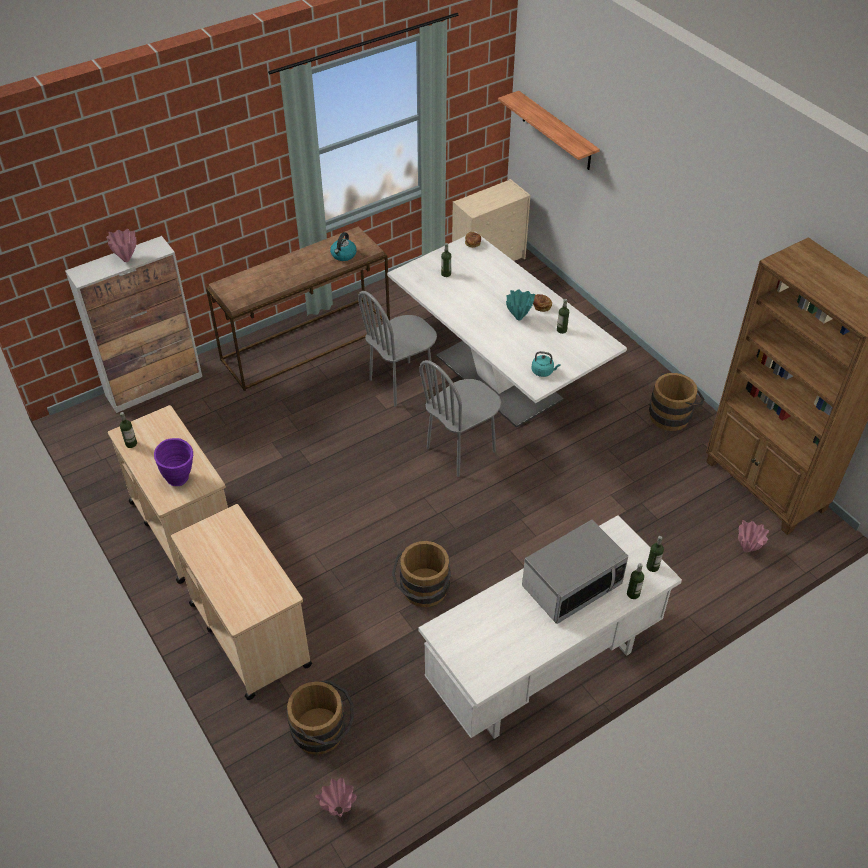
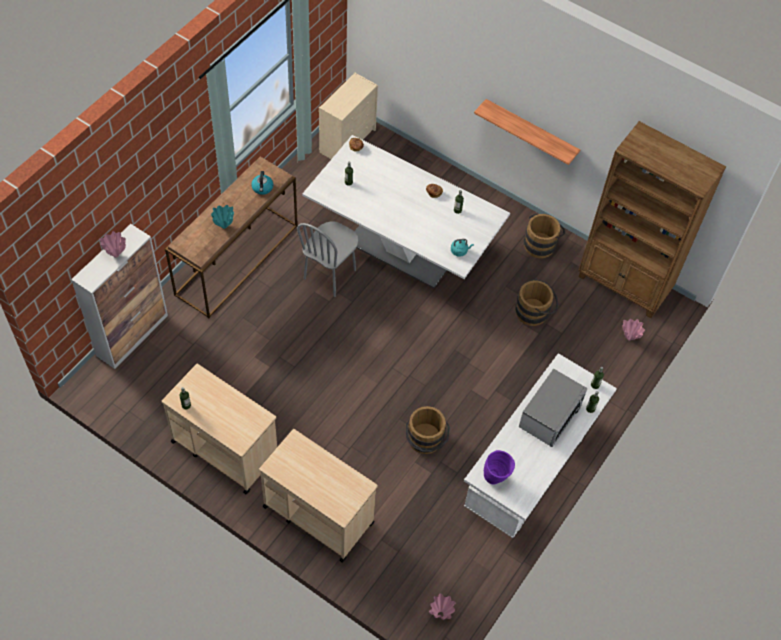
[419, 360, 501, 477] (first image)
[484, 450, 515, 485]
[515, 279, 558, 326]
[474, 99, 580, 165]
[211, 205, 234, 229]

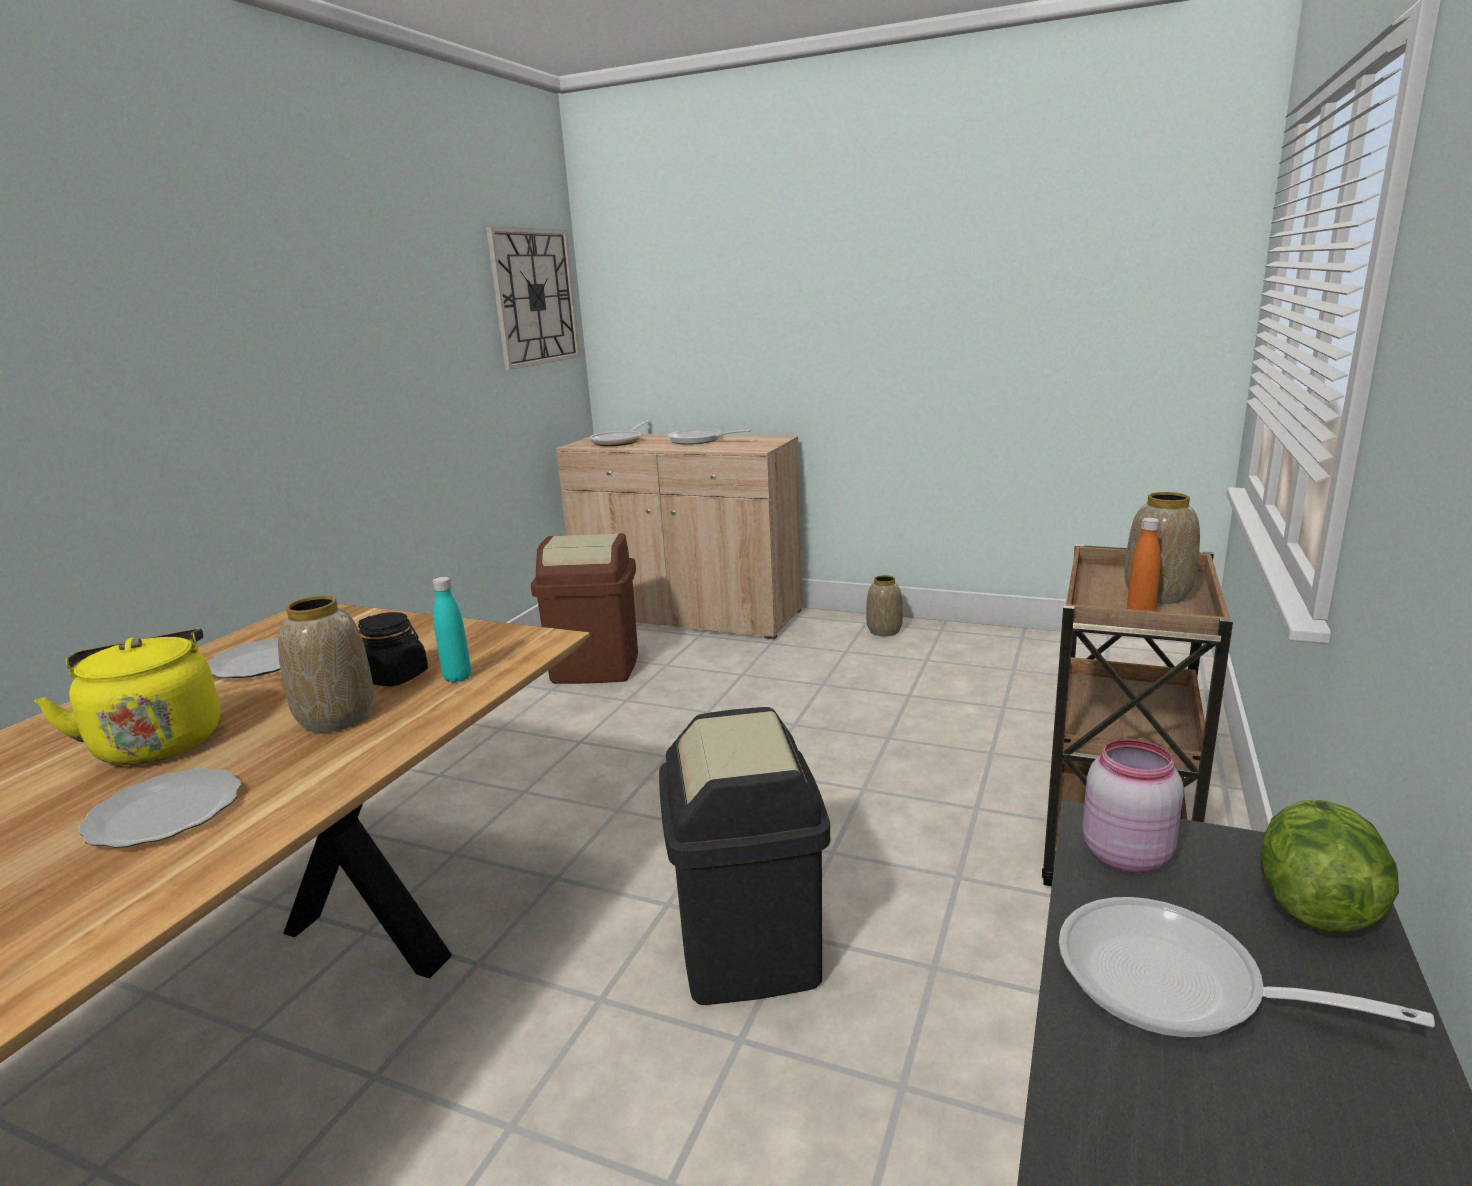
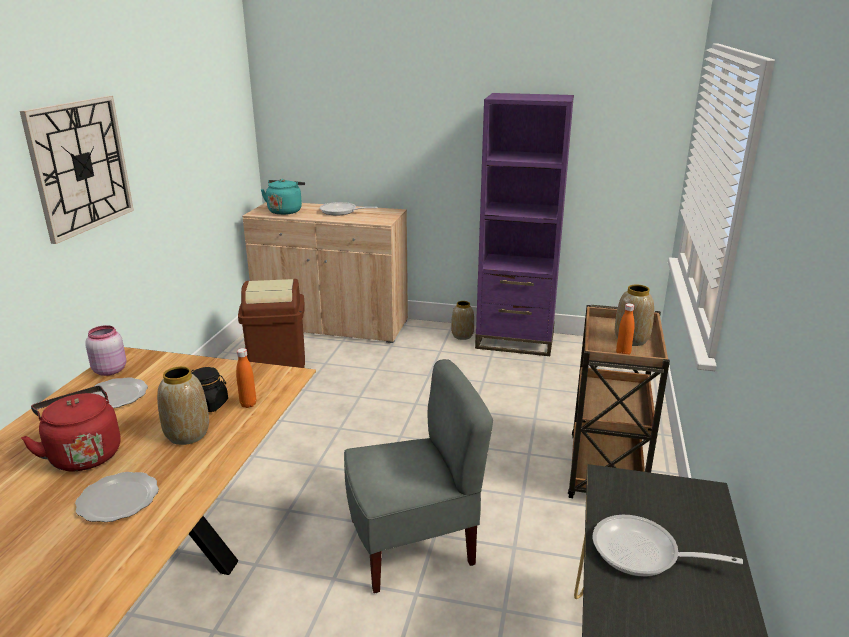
[1260, 800, 1399, 933] (first image)
[475, 93, 574, 356]
[20, 96, 134, 244]
[85, 325, 126, 376]
[261, 179, 305, 215]
[344, 359, 493, 593]
[21, 386, 120, 471]
[236, 348, 256, 408]

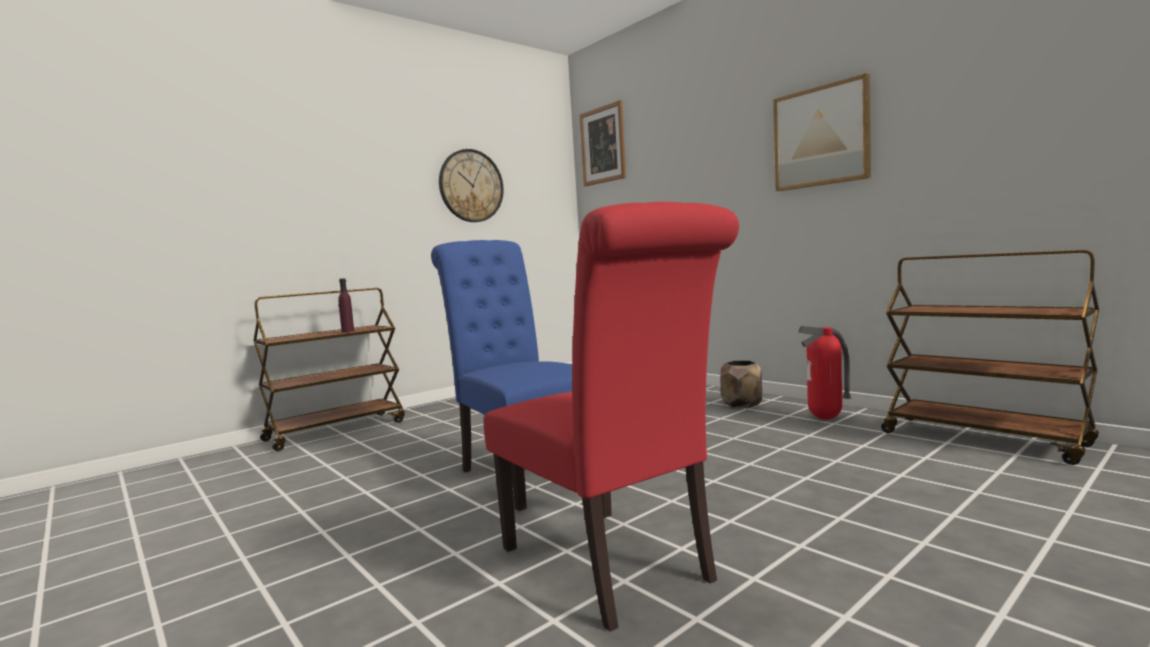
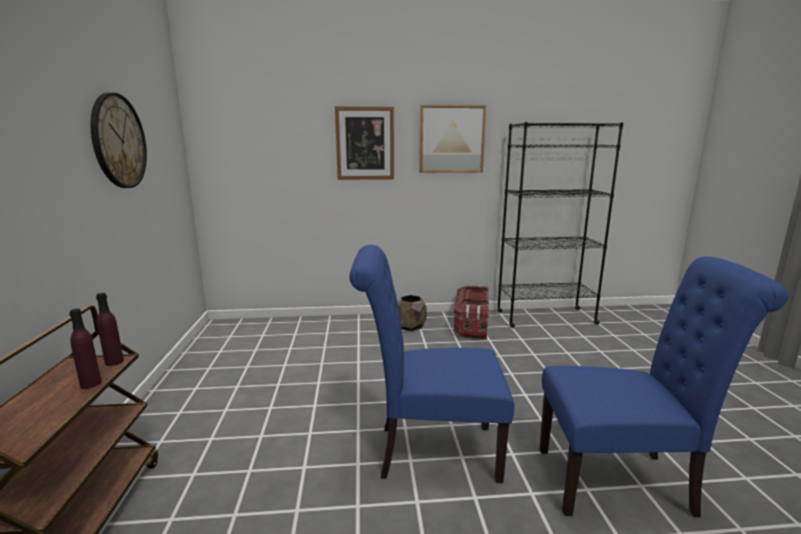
[96, 293, 124, 366]
[335, 106, 394, 180]
[453, 285, 489, 339]
[497, 122, 623, 328]
[540, 257, 788, 518]

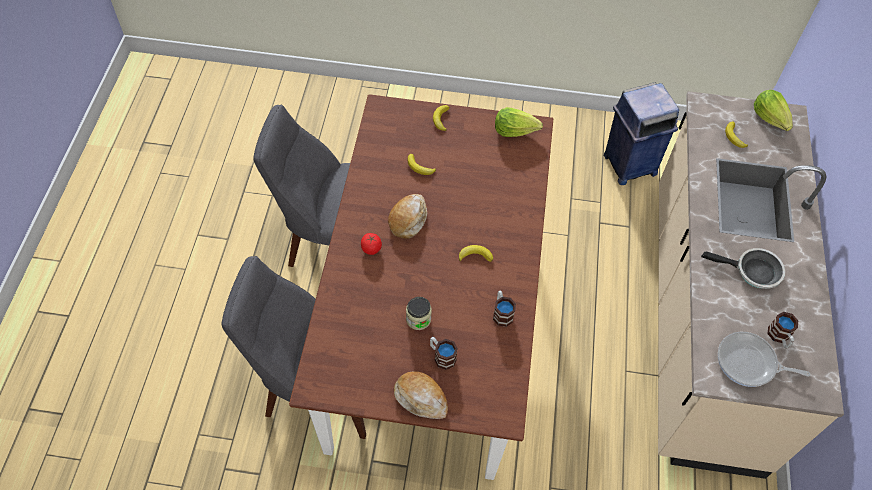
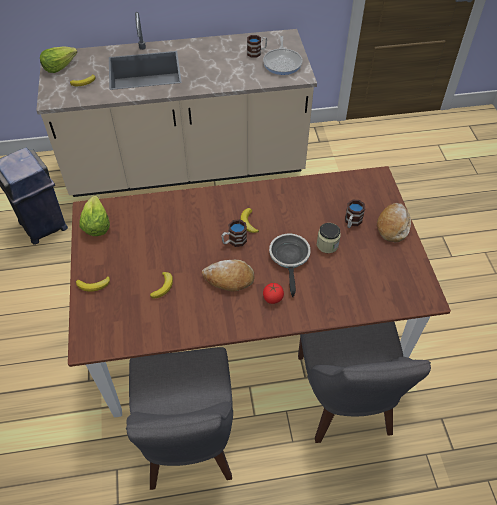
[221, 219, 247, 247]
[269, 234, 311, 297]

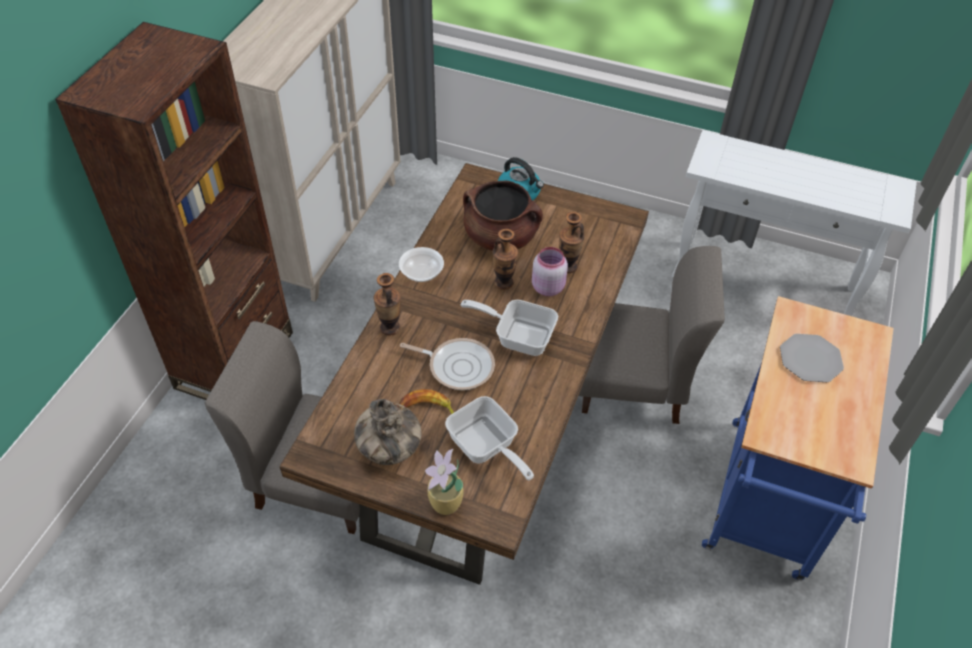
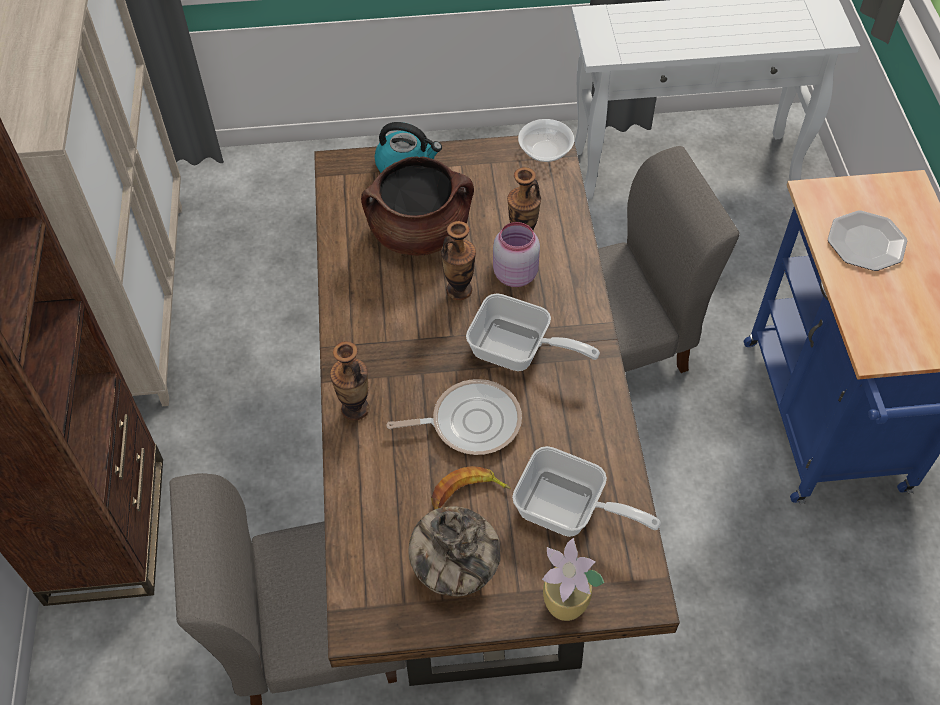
[518, 119, 574, 162]
[466, 293, 600, 371]

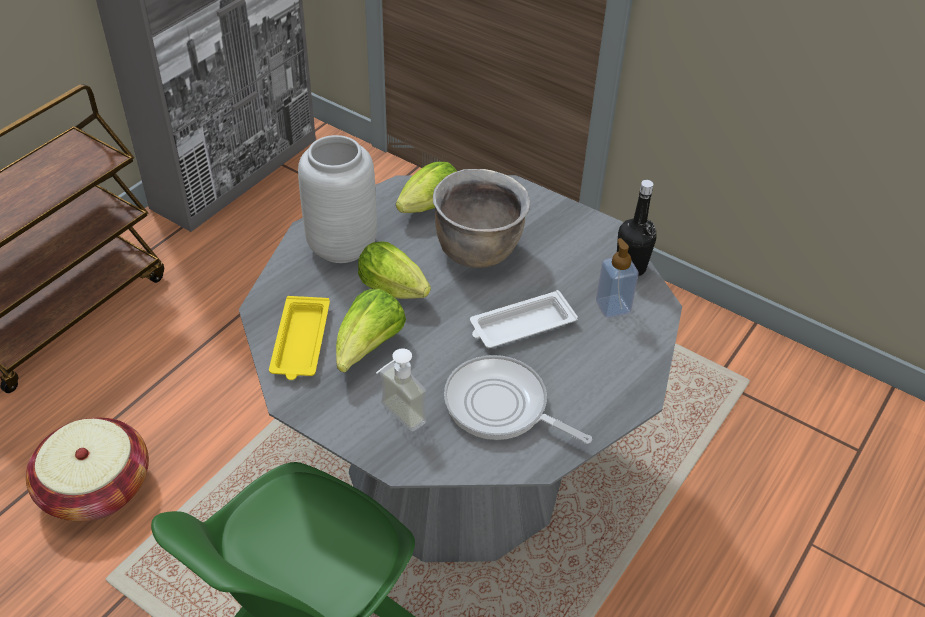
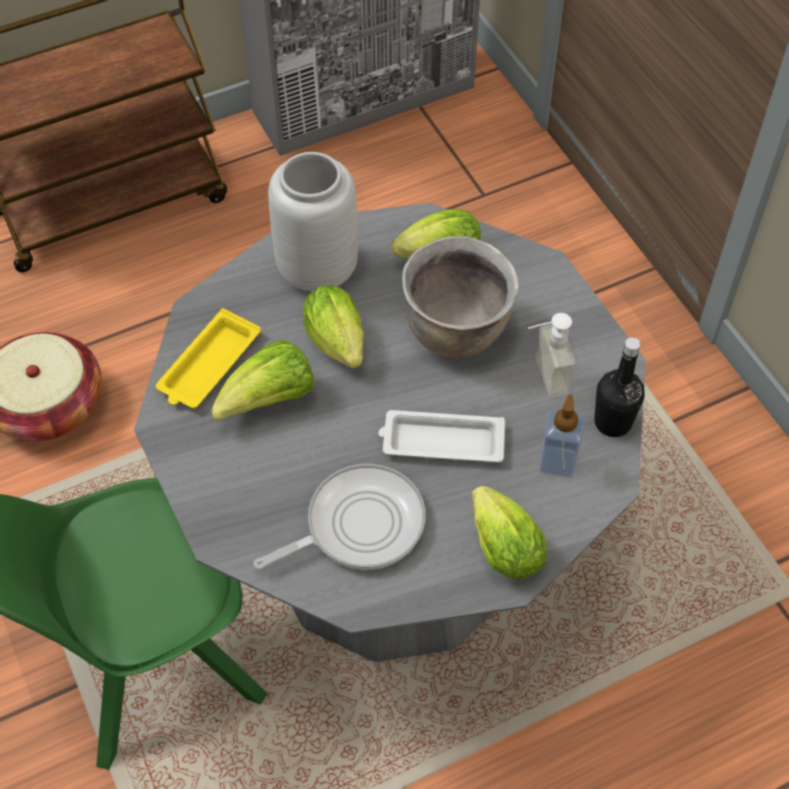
[472, 486, 547, 579]
[528, 313, 576, 398]
[253, 464, 426, 570]

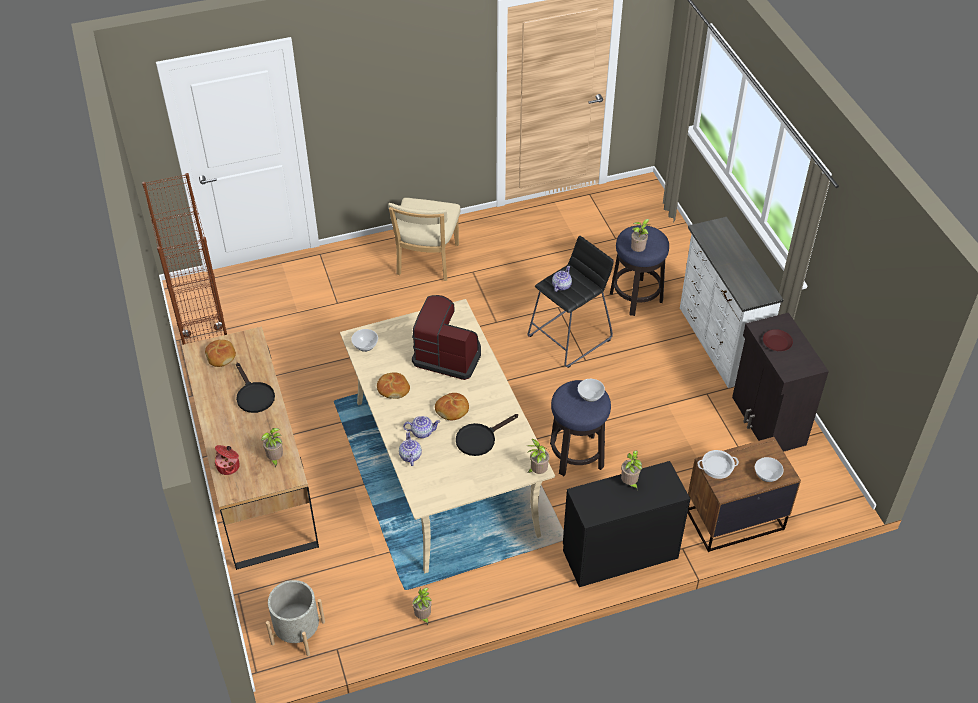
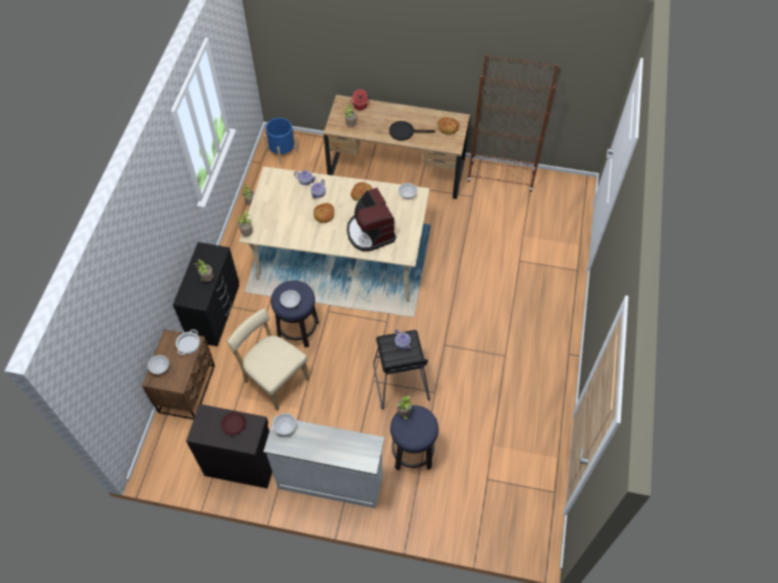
[456, 414, 518, 456] (first image)
[273, 413, 296, 435]
[226, 308, 309, 411]
[264, 118, 299, 164]
[347, 188, 396, 251]

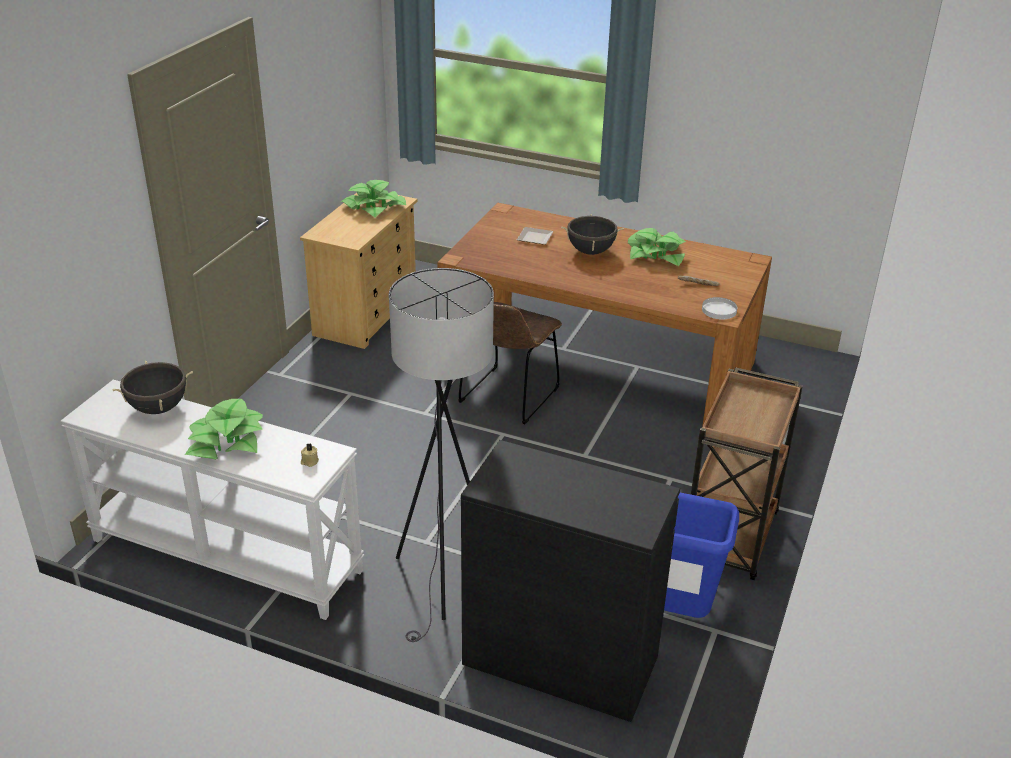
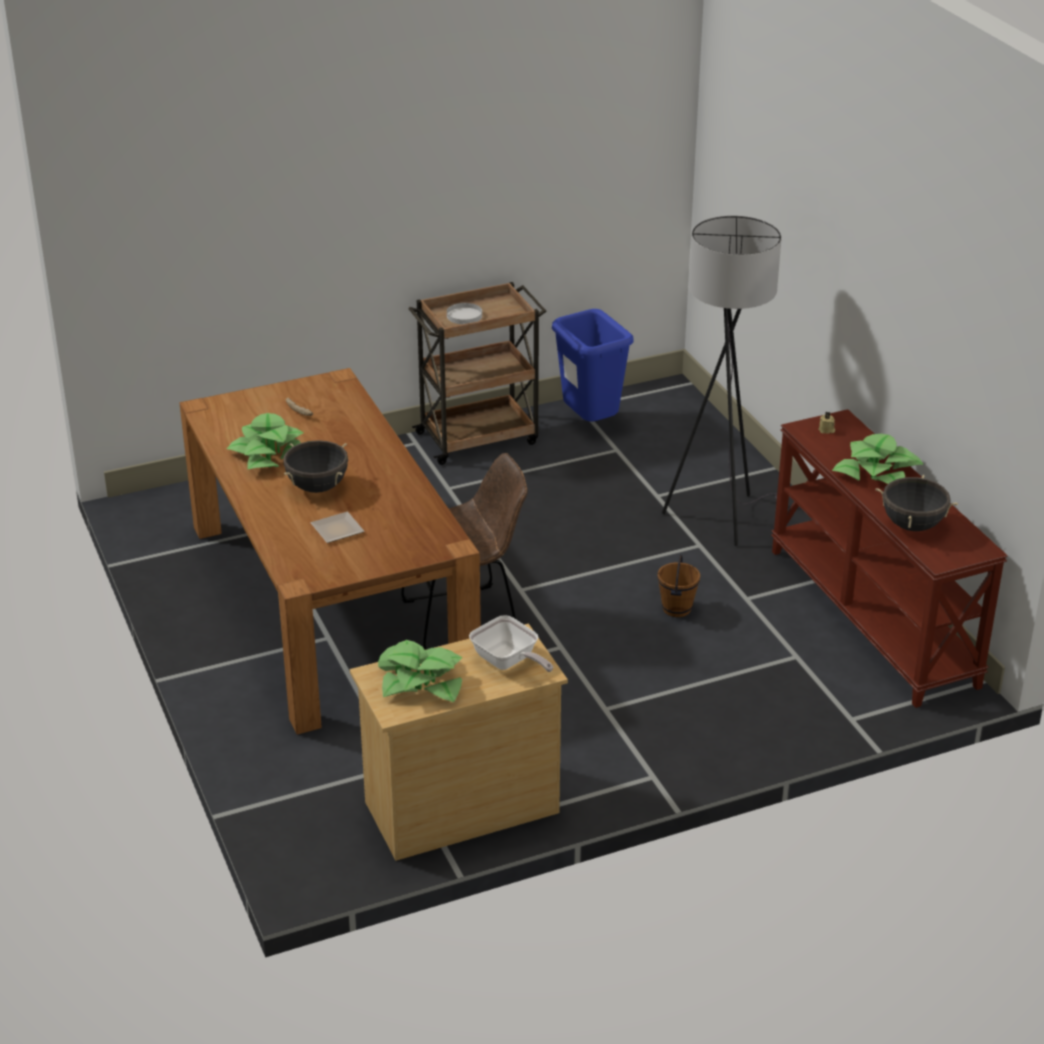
[461, 440, 680, 722] (first image)
[469, 615, 553, 672]
[657, 555, 700, 617]
[447, 303, 482, 324]
[771, 409, 1008, 708]

